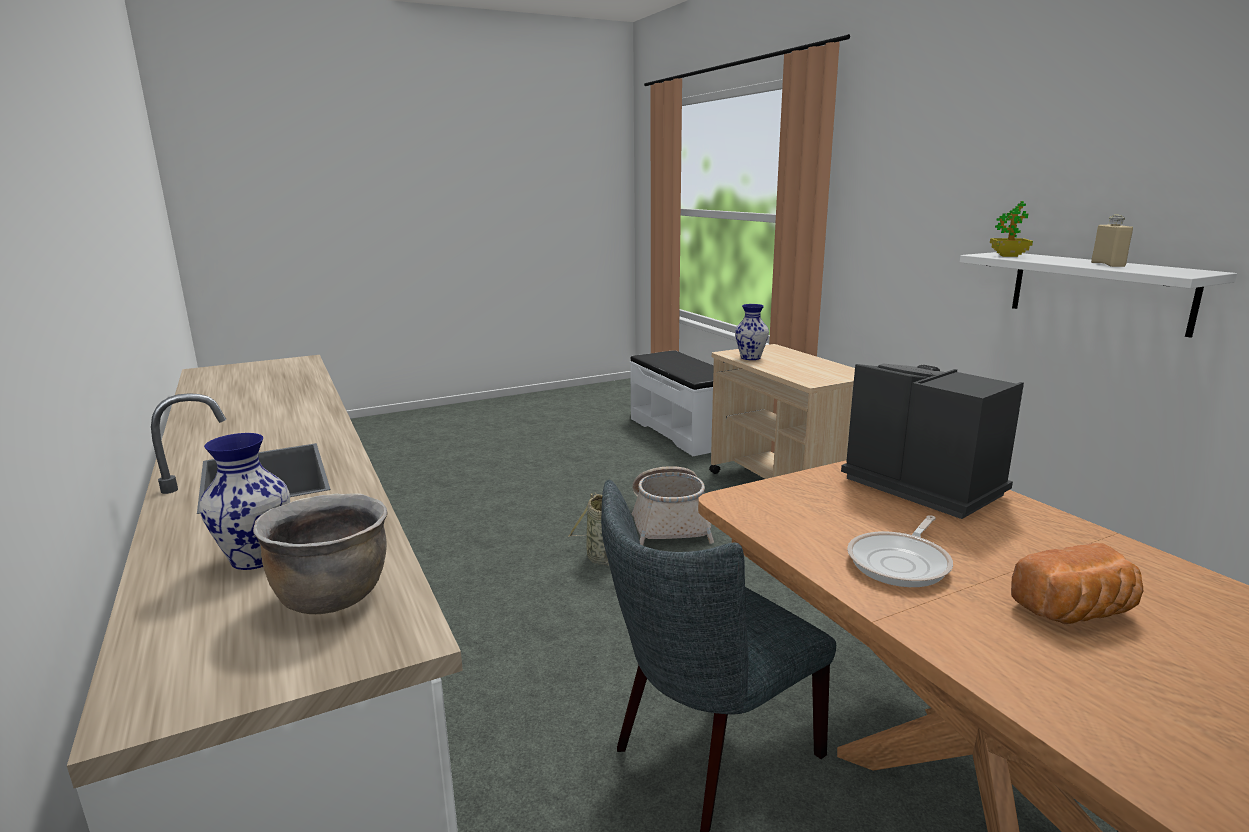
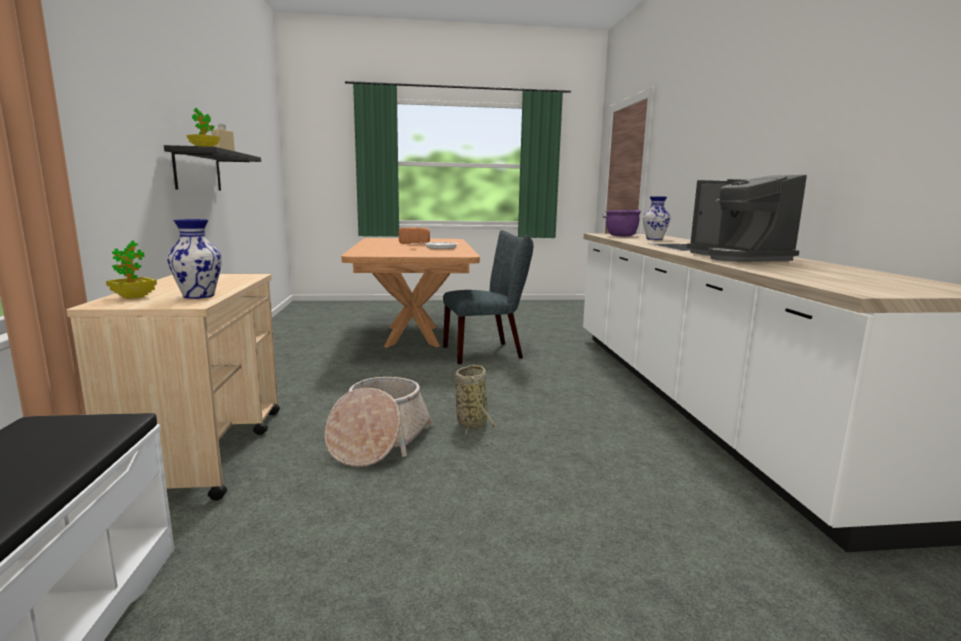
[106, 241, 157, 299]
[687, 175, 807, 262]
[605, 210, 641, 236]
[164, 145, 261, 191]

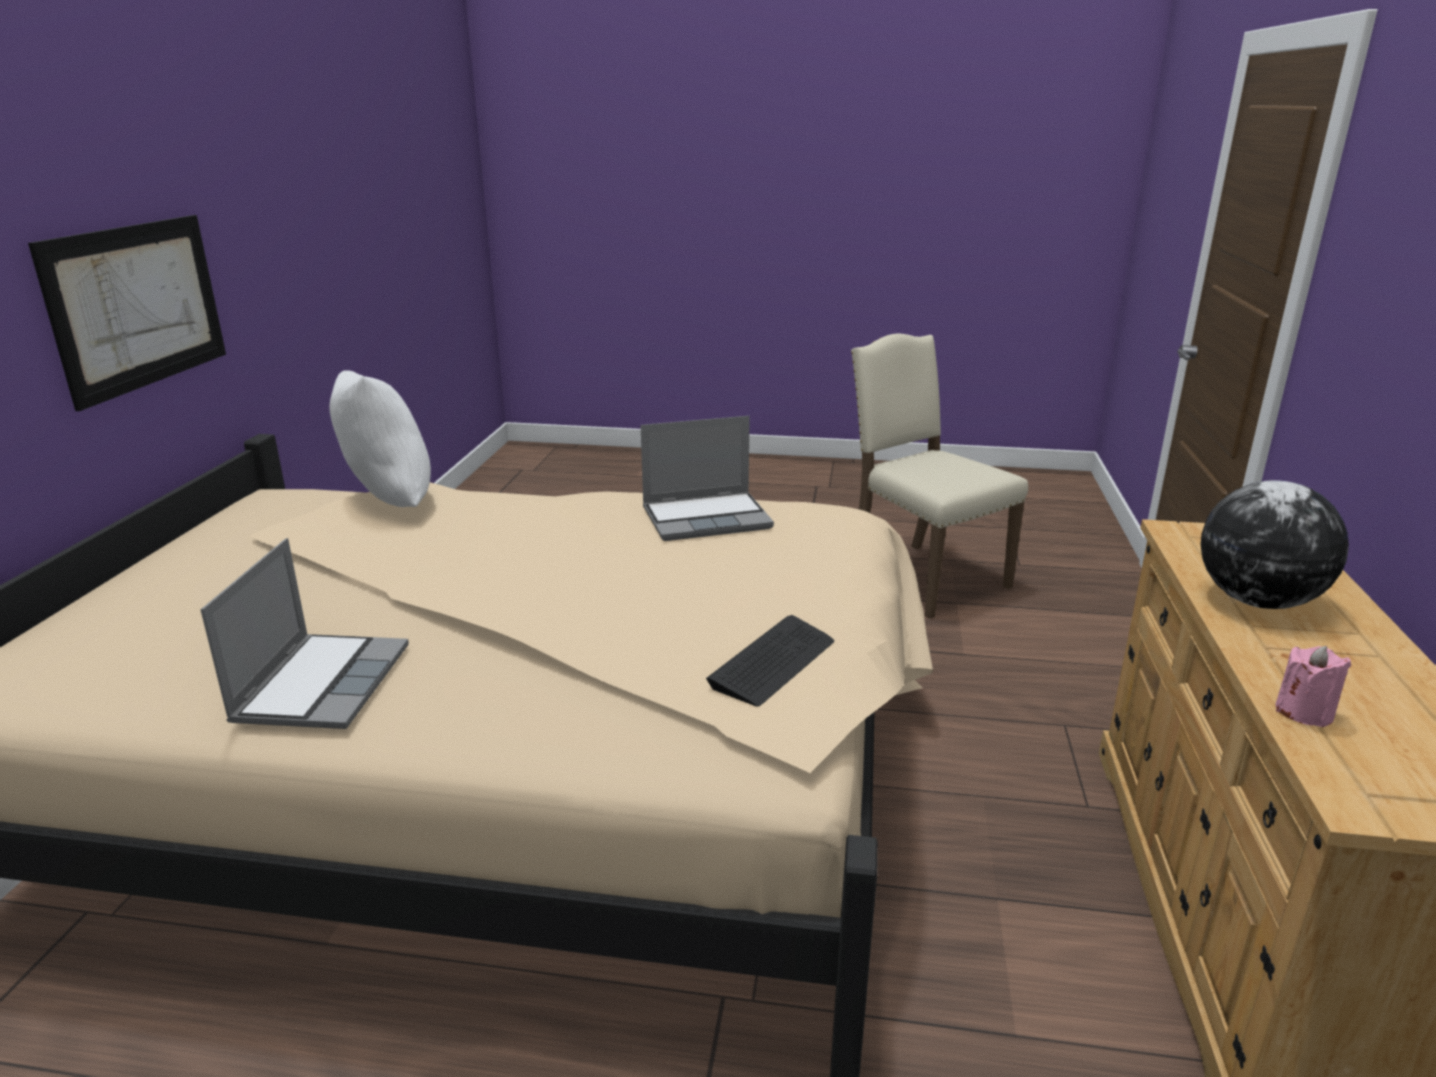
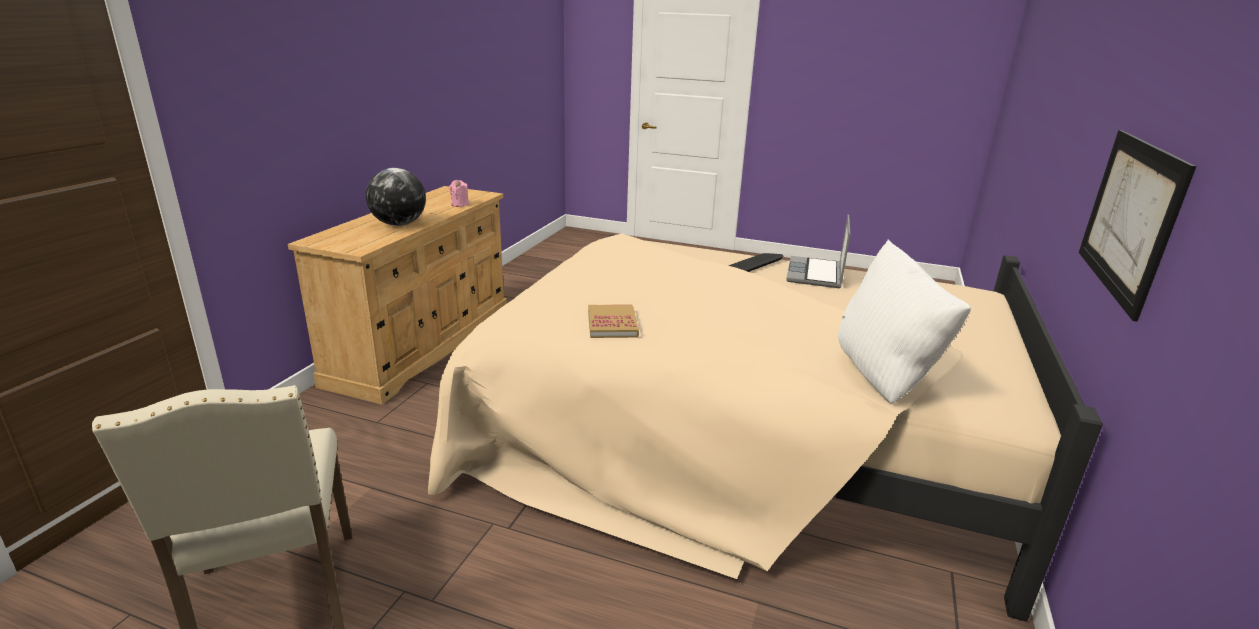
[728, 253, 784, 272]
[588, 305, 639, 338]

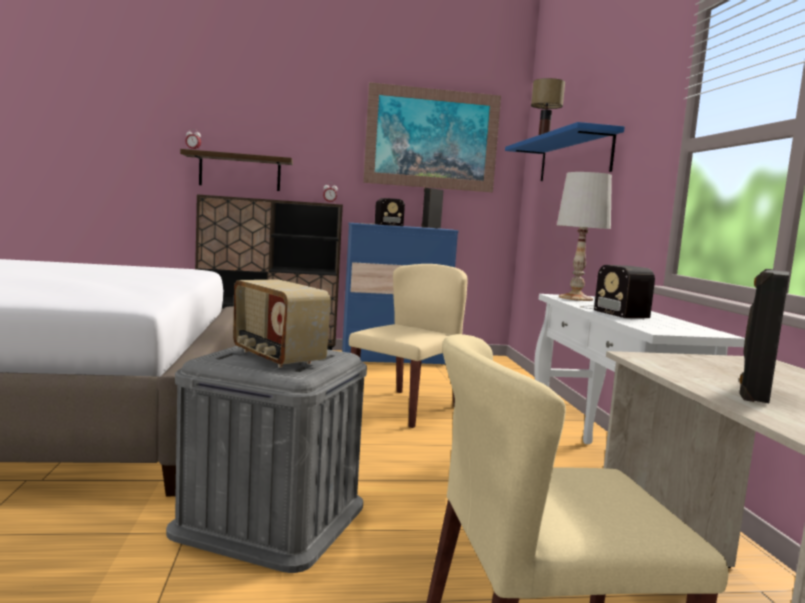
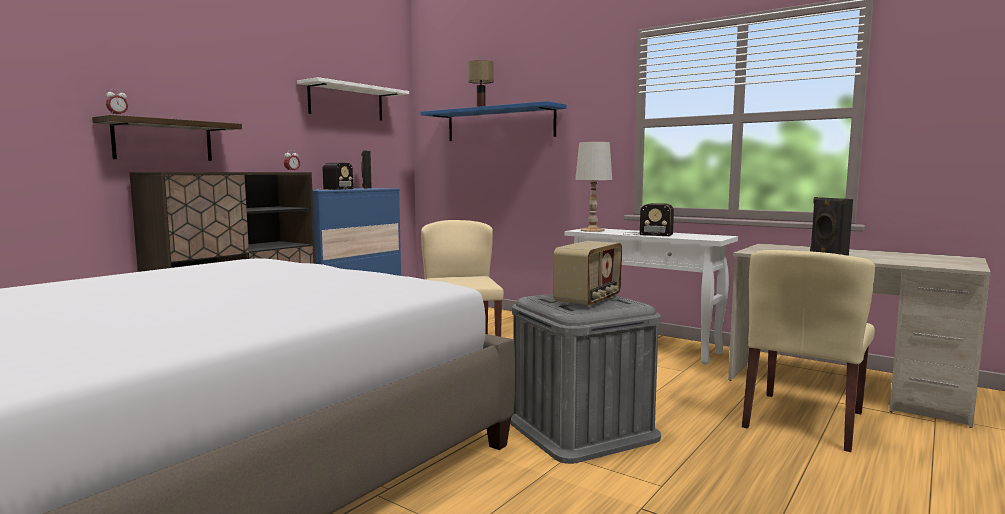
[297, 77, 409, 121]
[553, 241, 622, 308]

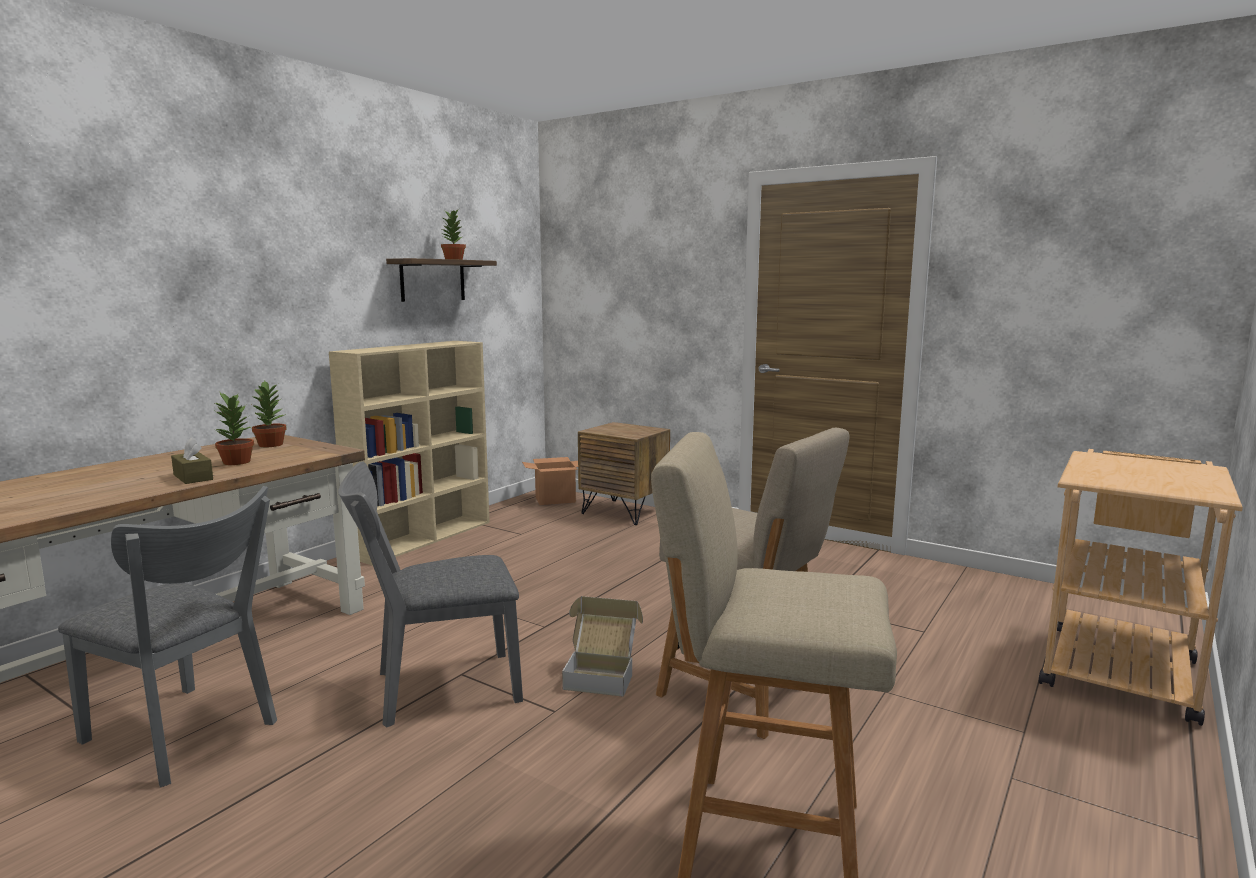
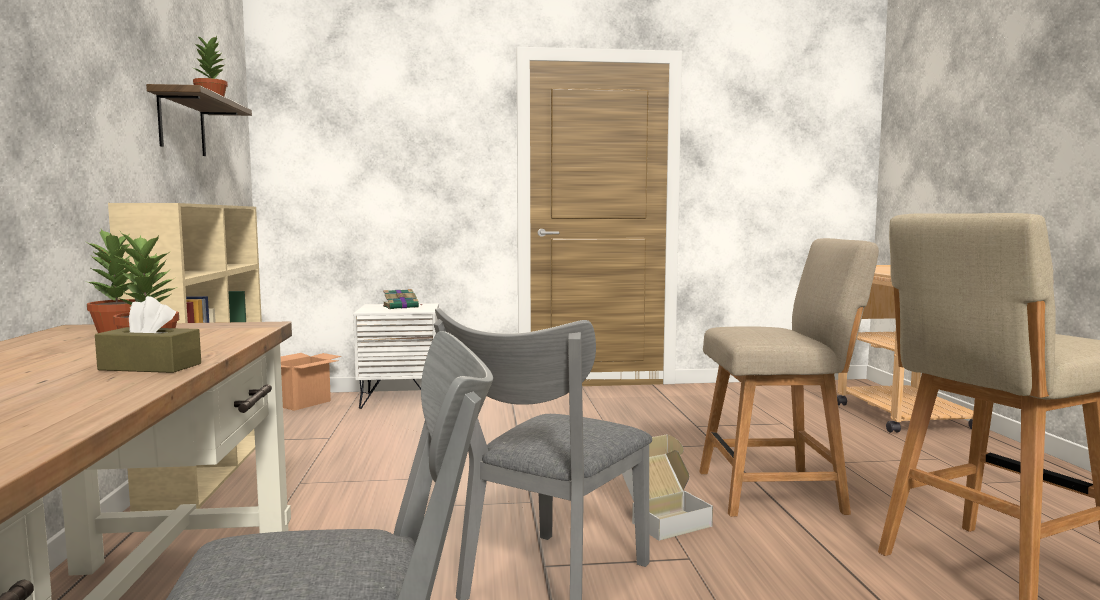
[383, 289, 422, 309]
[353, 303, 439, 409]

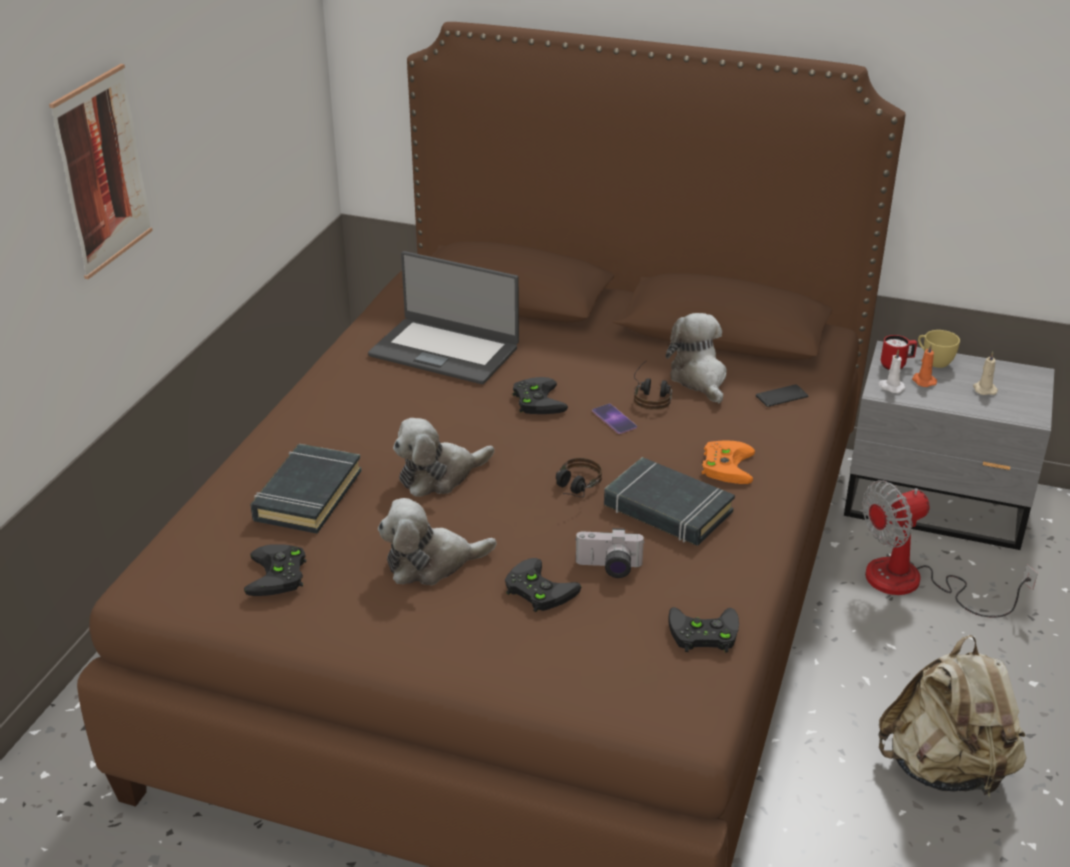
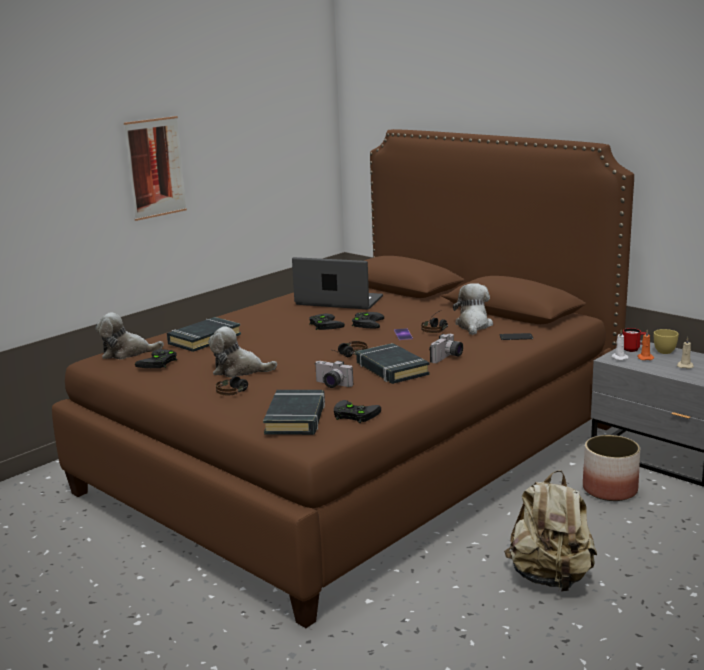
[216, 367, 249, 396]
[263, 390, 325, 435]
[96, 312, 164, 359]
[309, 314, 345, 330]
[429, 334, 463, 363]
[583, 435, 640, 501]
[292, 257, 383, 310]

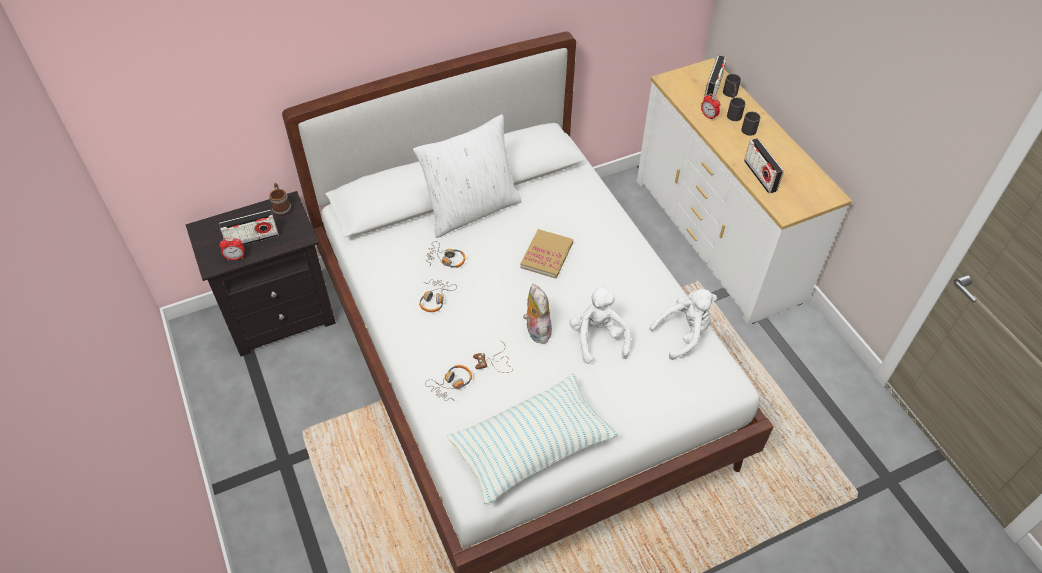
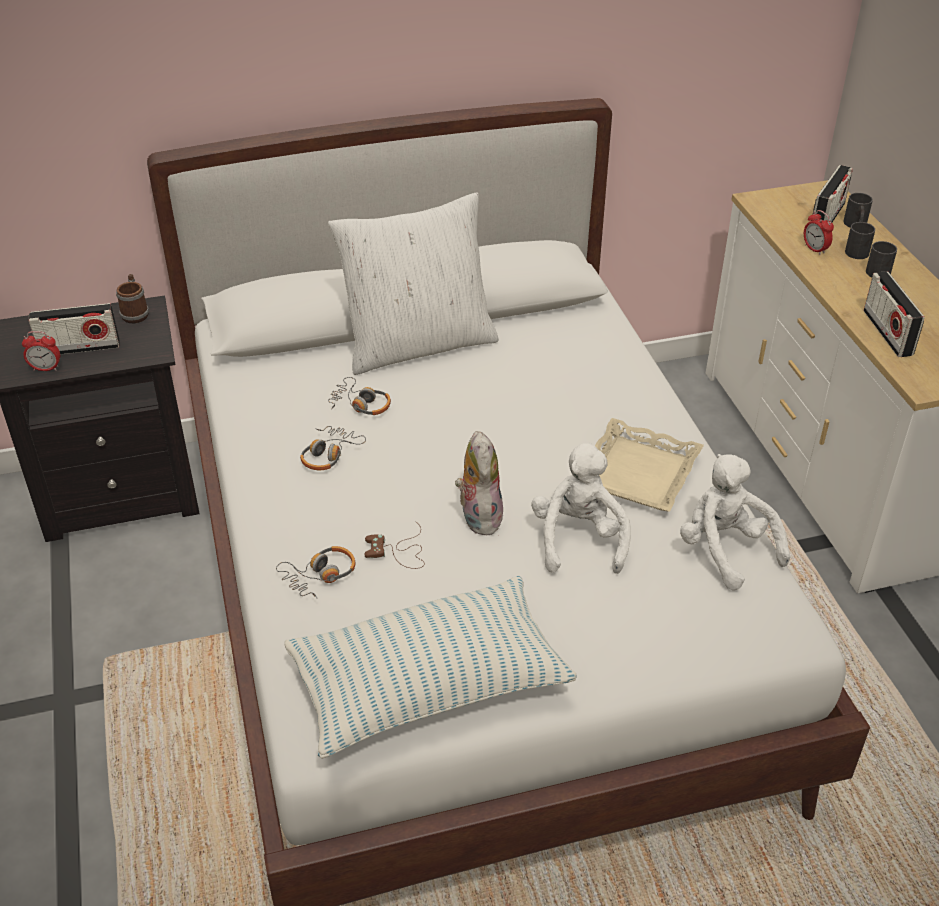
[520, 229, 573, 278] (first image)
[595, 418, 704, 512]
[680, 454, 790, 591]

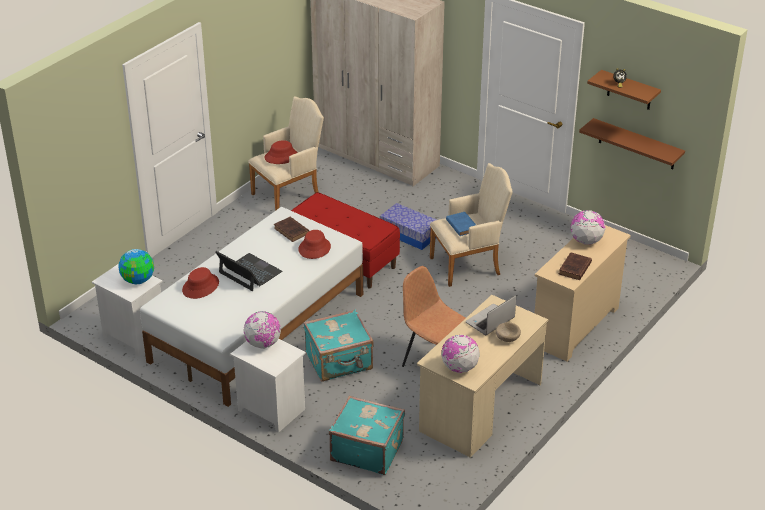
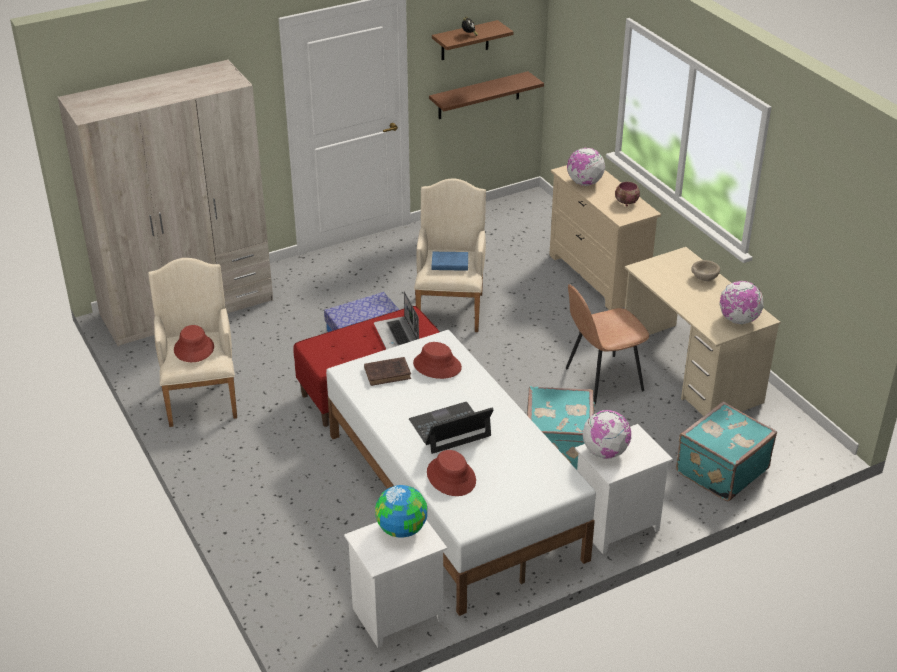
[374, 291, 419, 349]
[615, 182, 640, 207]

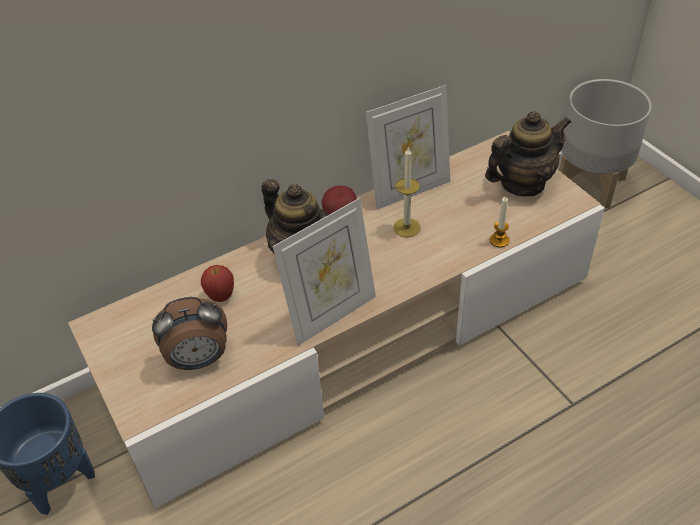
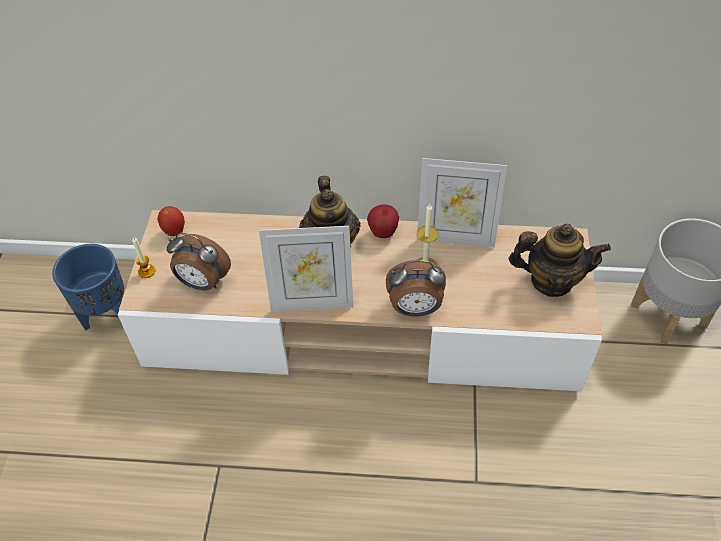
[386, 260, 446, 317]
[157, 206, 185, 236]
[132, 238, 155, 278]

